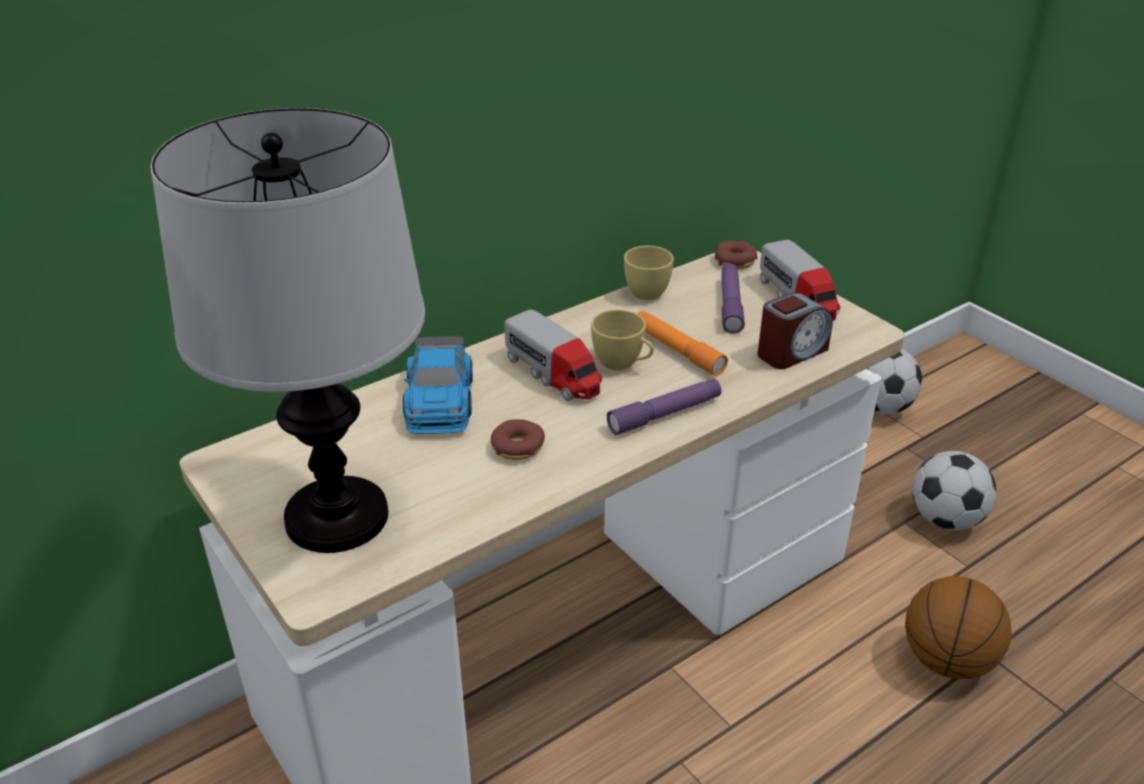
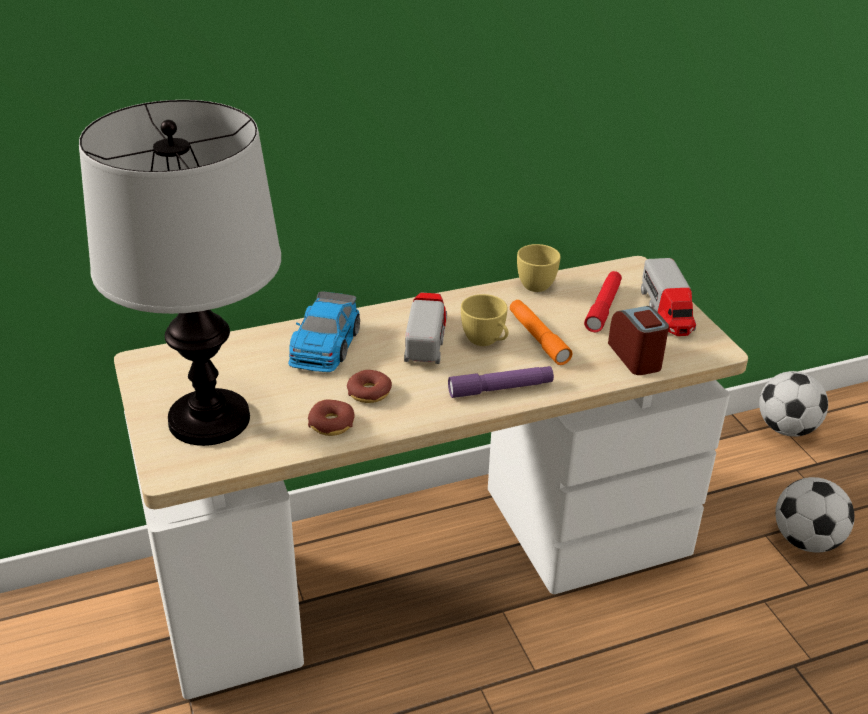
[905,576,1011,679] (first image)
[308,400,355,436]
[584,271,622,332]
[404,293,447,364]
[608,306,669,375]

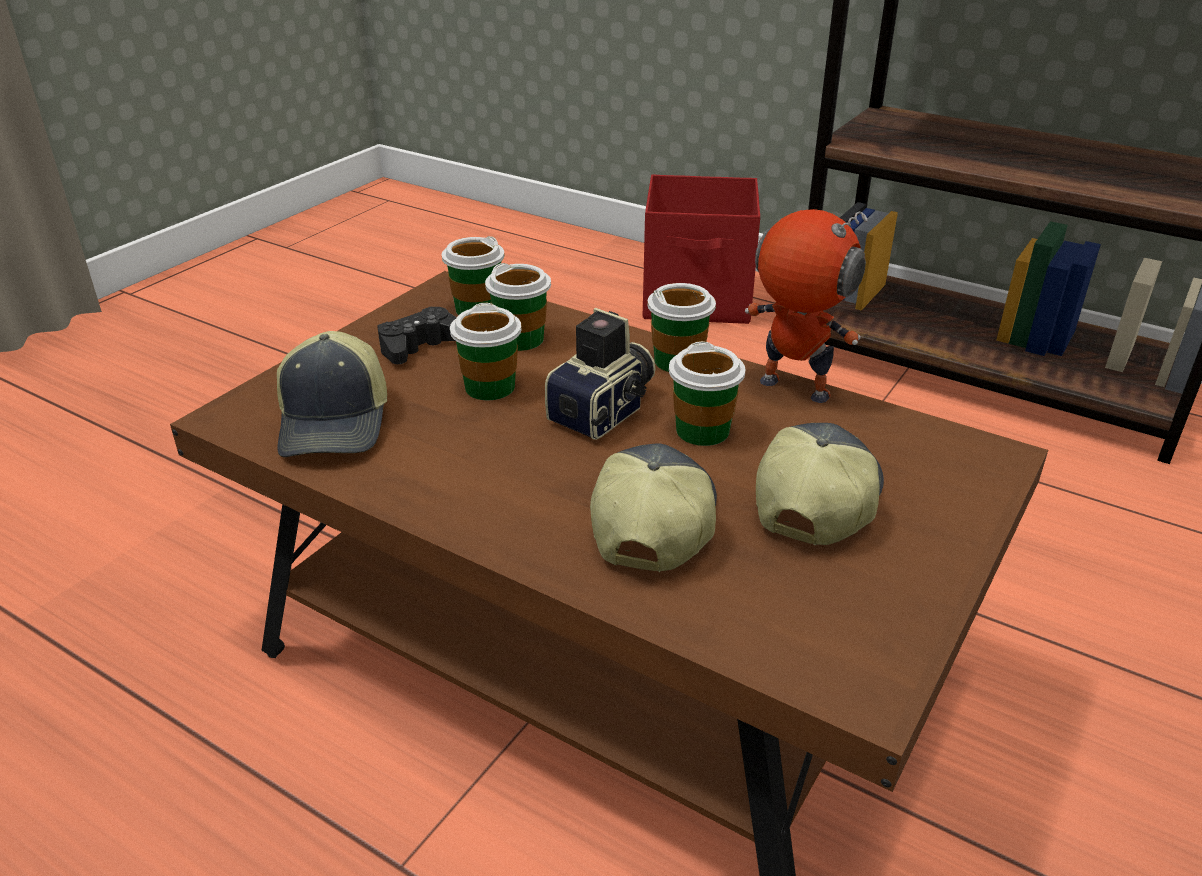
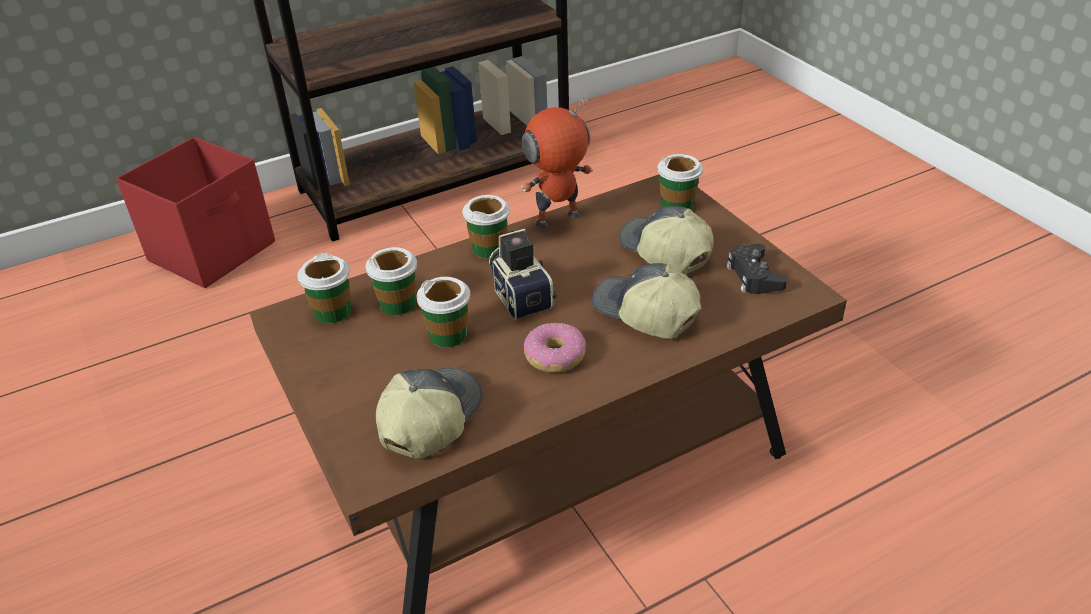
[524,323,586,373]
[726,244,787,294]
[657,154,703,210]
[376,367,483,459]

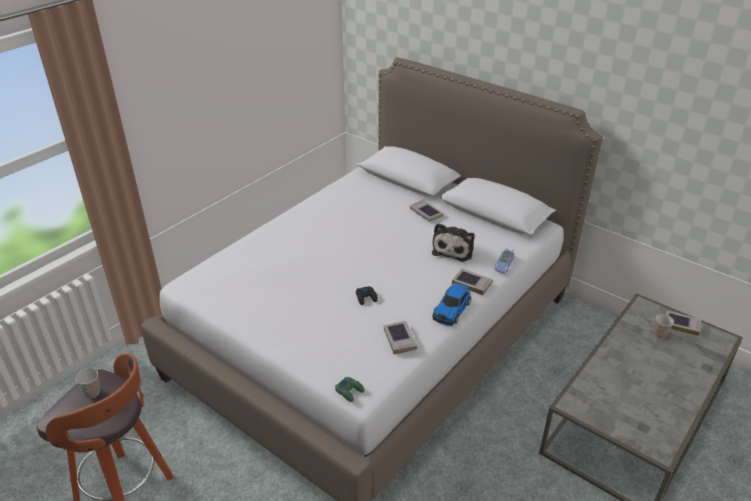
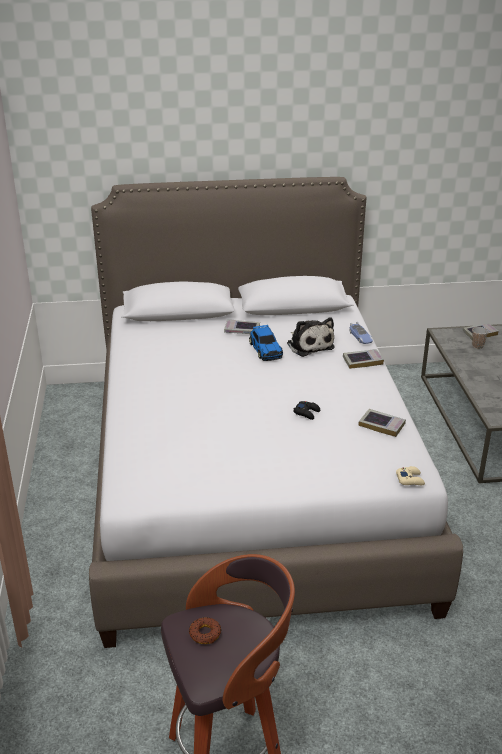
[249,325,283,361]
[189,617,221,644]
[396,466,425,485]

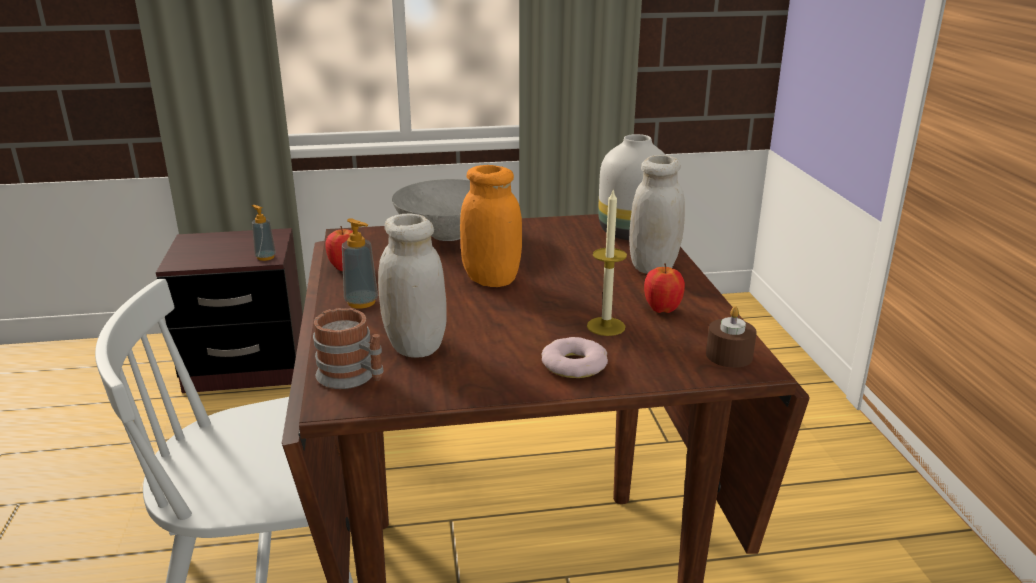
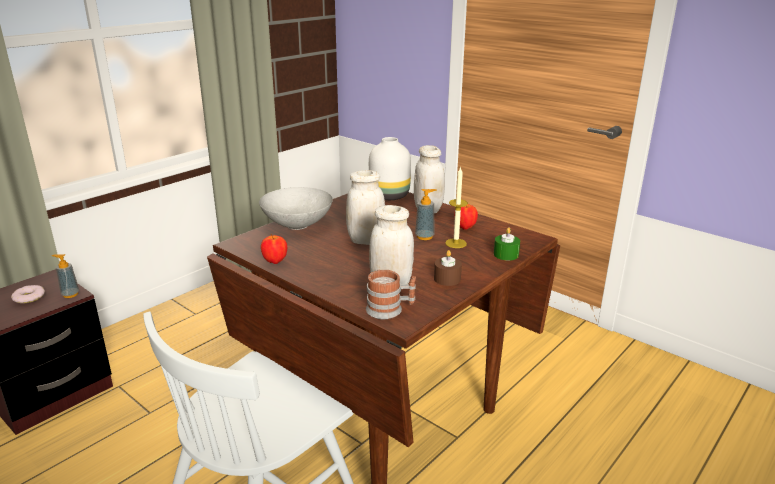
[494,227,520,261]
[415,189,437,240]
[11,285,45,303]
[434,250,462,286]
[346,170,385,245]

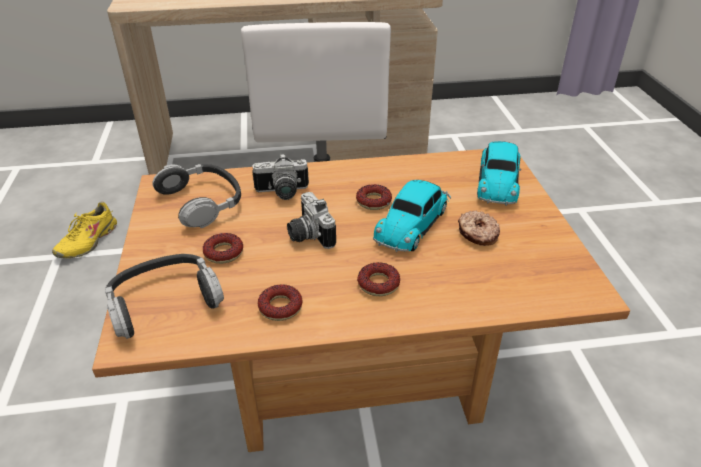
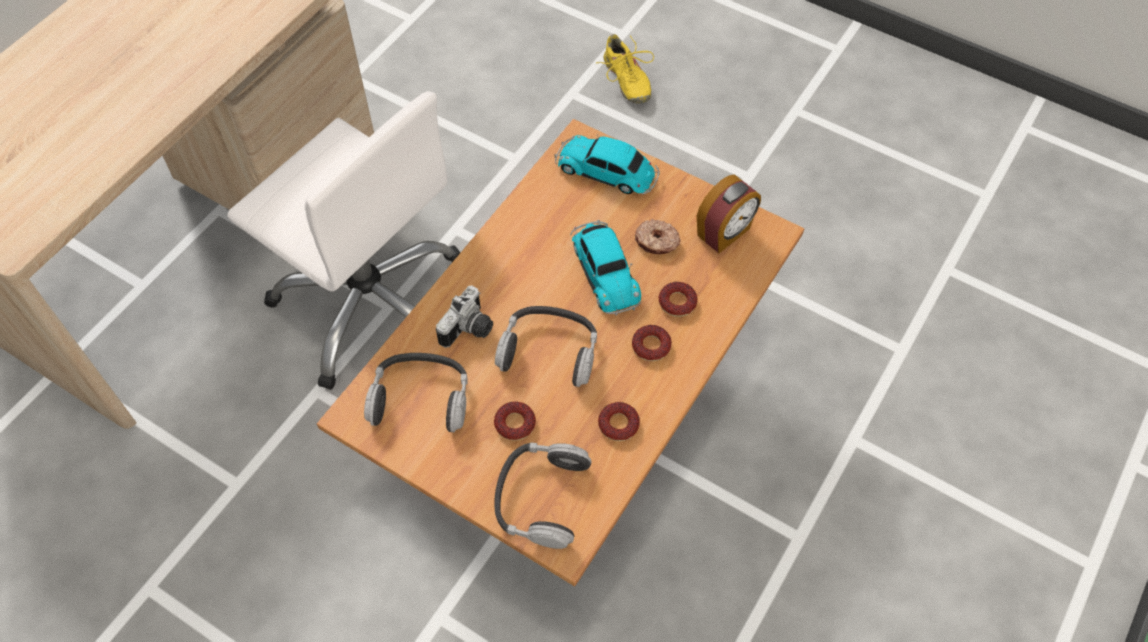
[697,174,761,253]
[596,34,654,104]
[659,282,698,317]
[495,306,597,387]
[555,134,660,194]

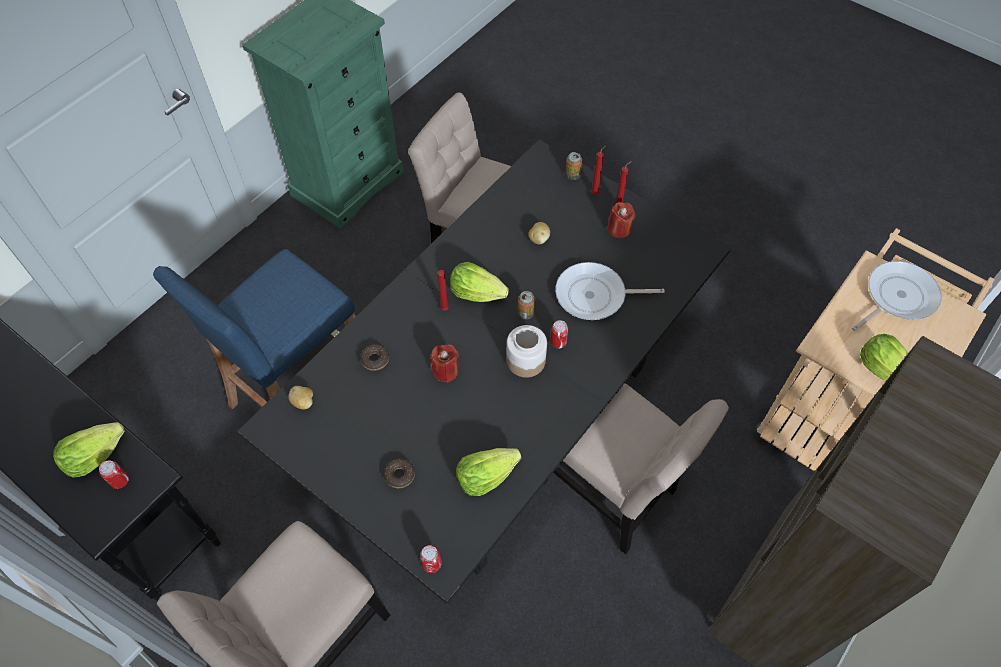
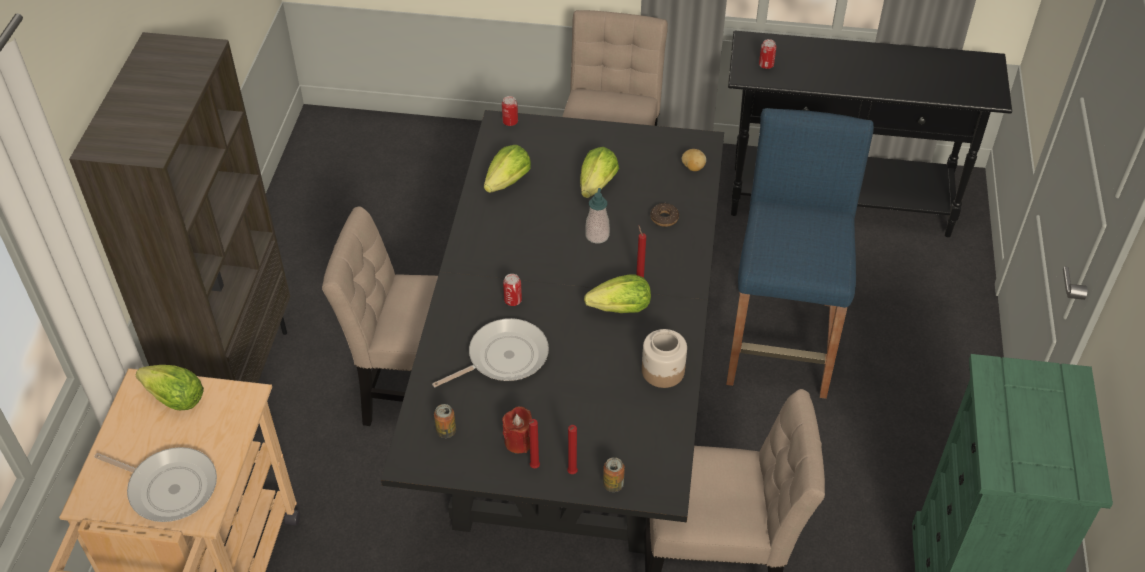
[384,458,415,488] (first image)
[528,222,550,244] (first image)
[580,147,619,198]
[642,329,687,388]
[434,404,456,438]
[585,188,610,243]
[94,447,217,522]

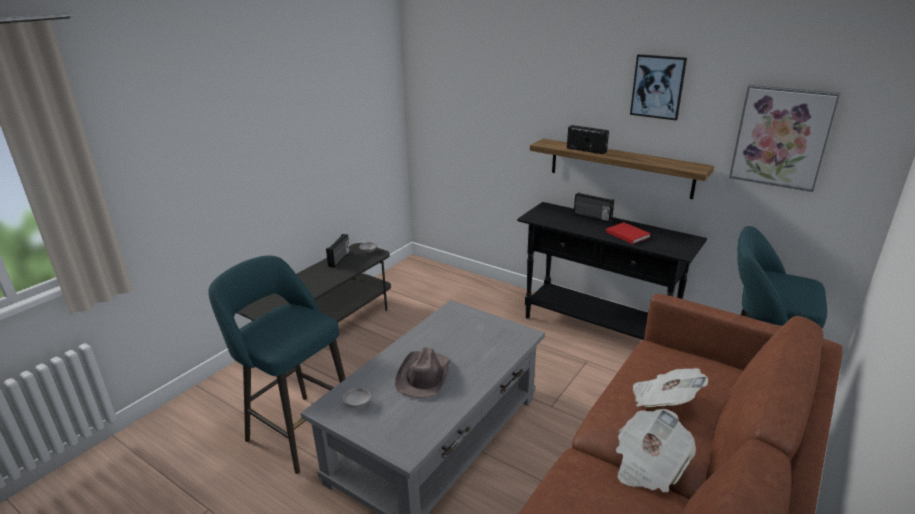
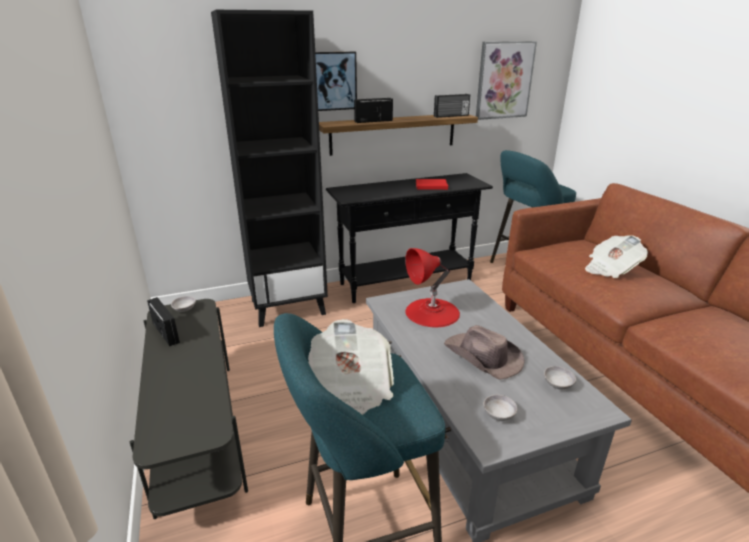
[211,10,328,327]
[405,248,460,327]
[544,366,576,390]
[434,94,470,118]
[308,319,394,415]
[315,52,357,111]

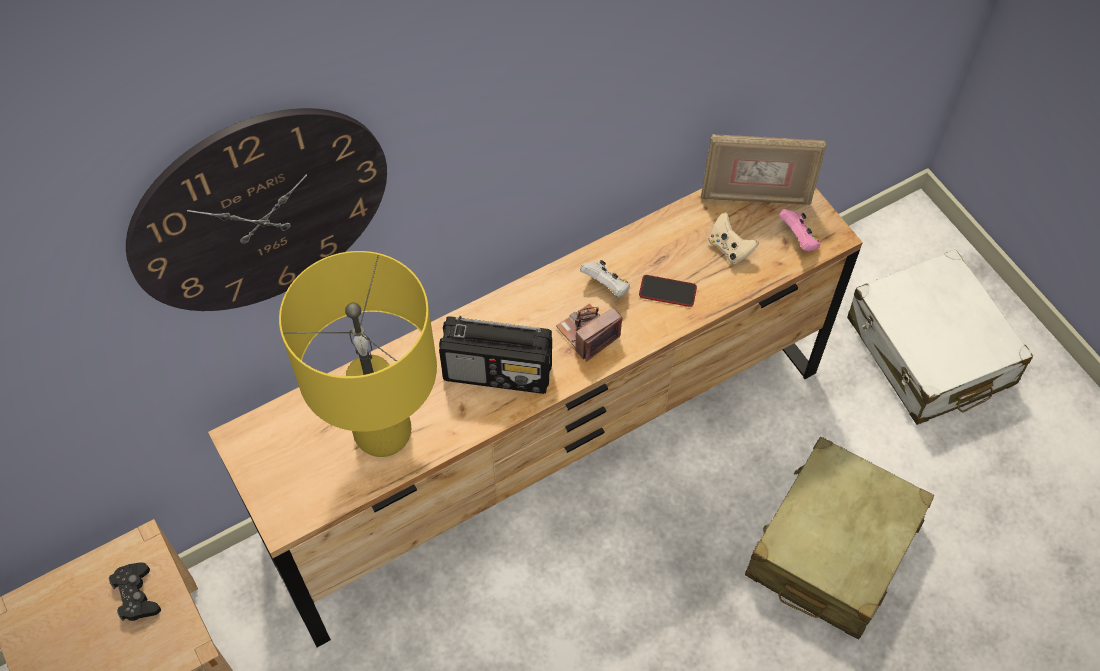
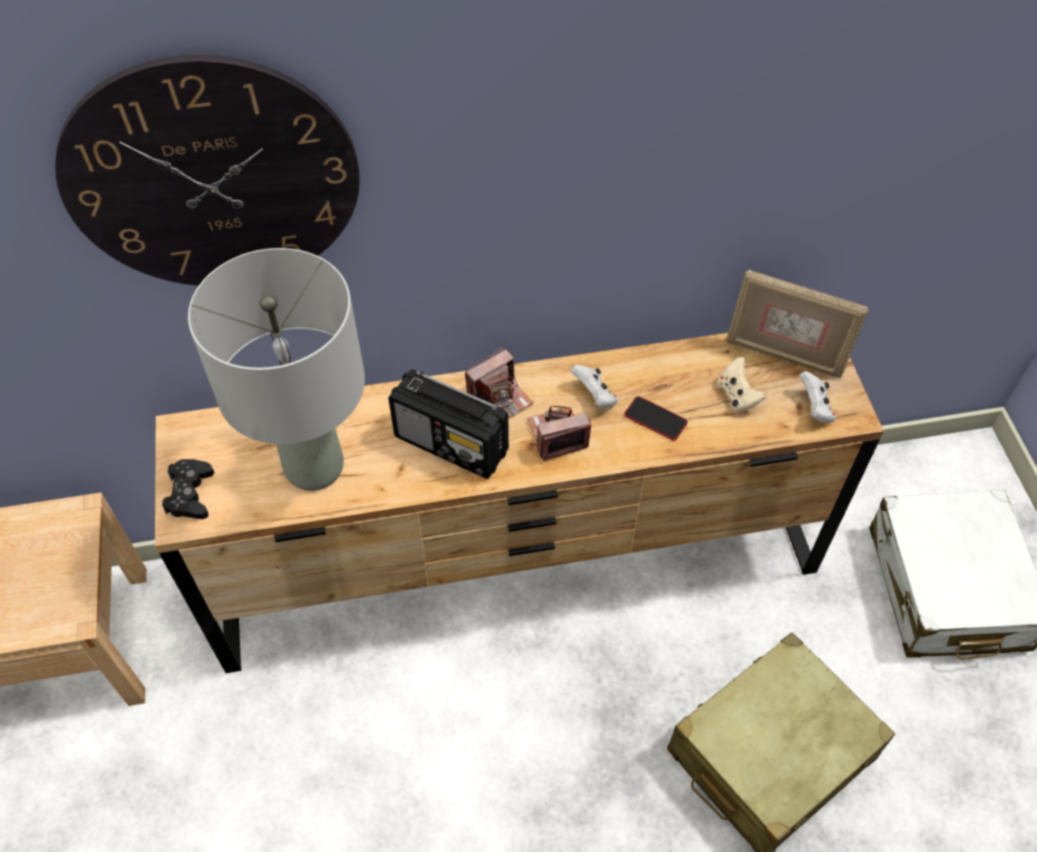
[465,347,534,419]
[162,459,214,519]
[188,248,365,491]
[799,371,836,423]

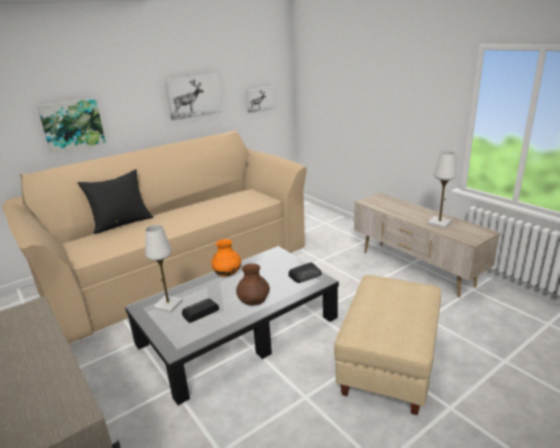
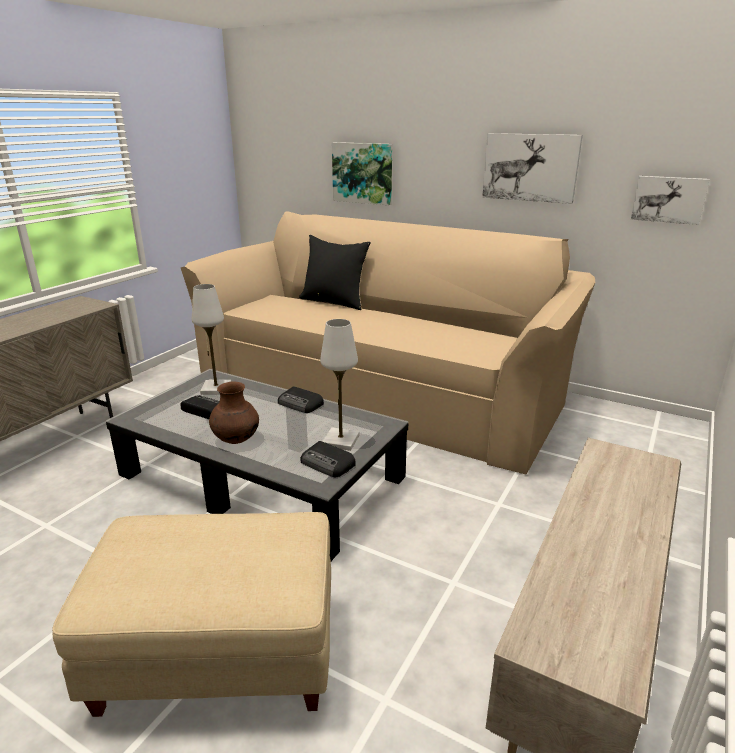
[320,319,359,451]
[278,387,324,413]

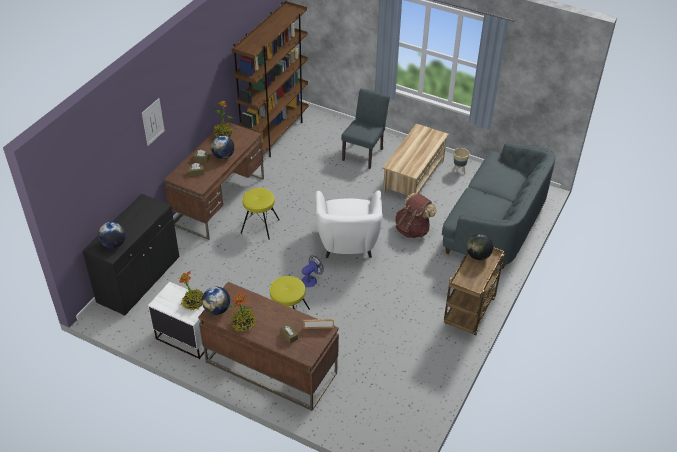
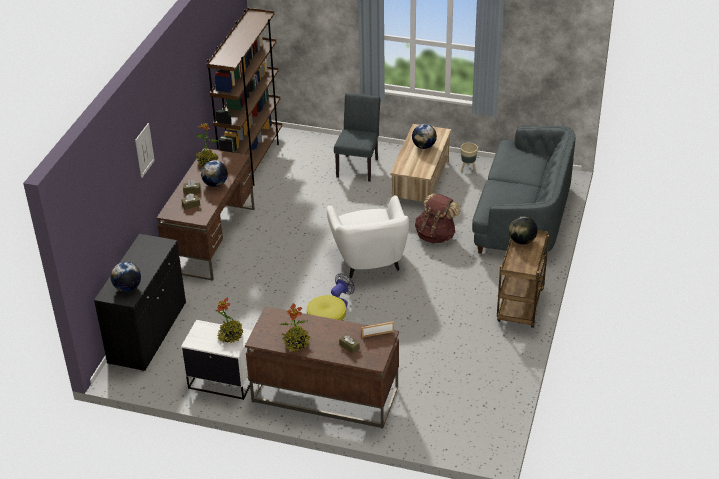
[241,188,280,240] (first image)
[412,124,437,149]

